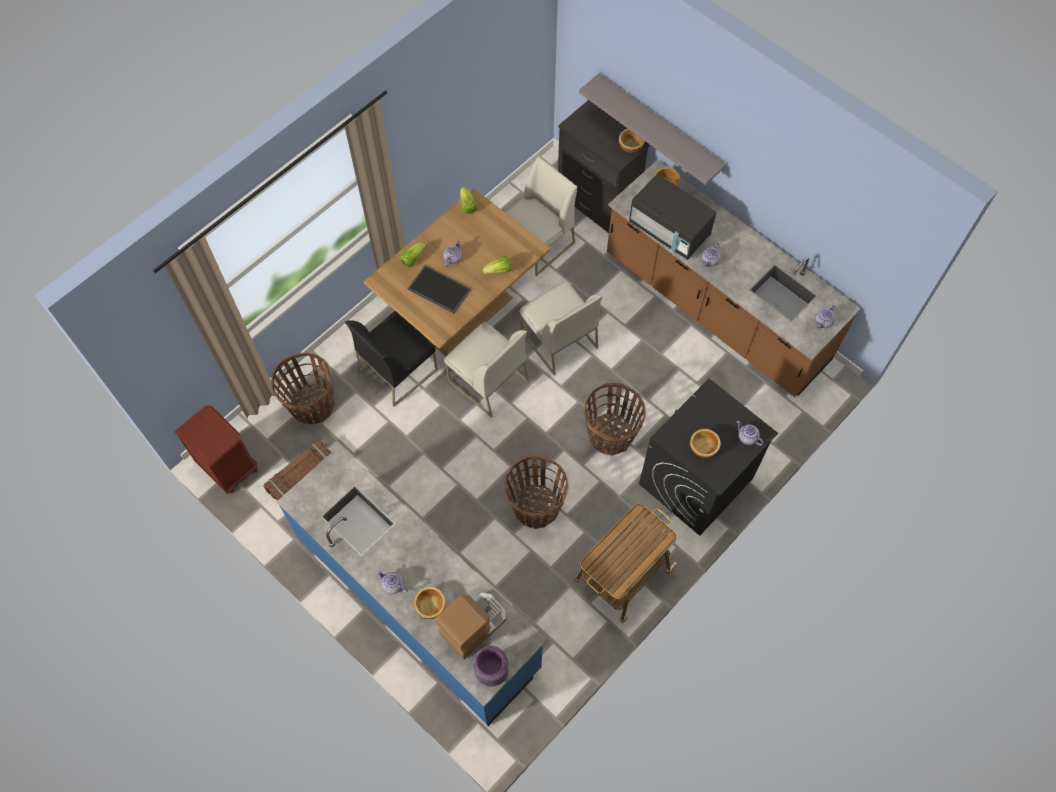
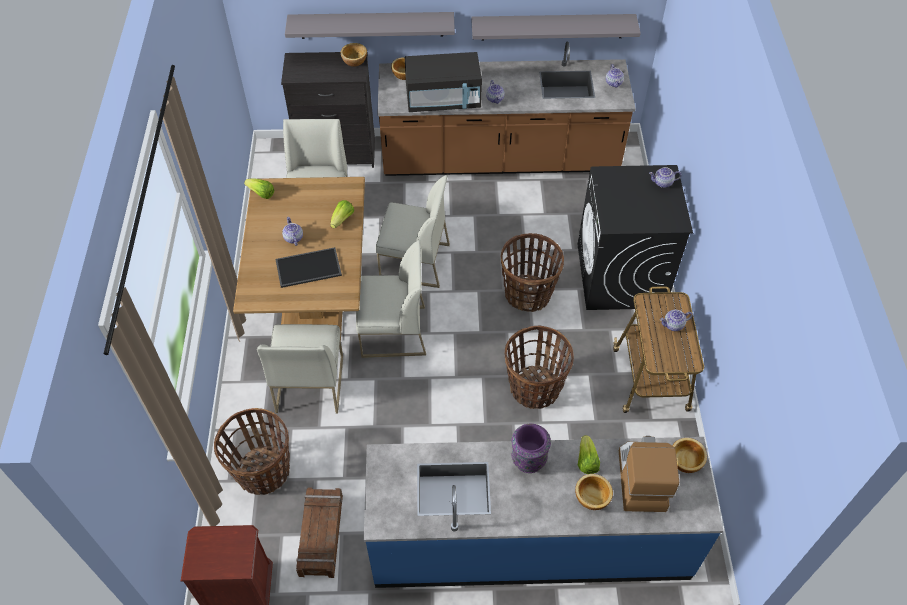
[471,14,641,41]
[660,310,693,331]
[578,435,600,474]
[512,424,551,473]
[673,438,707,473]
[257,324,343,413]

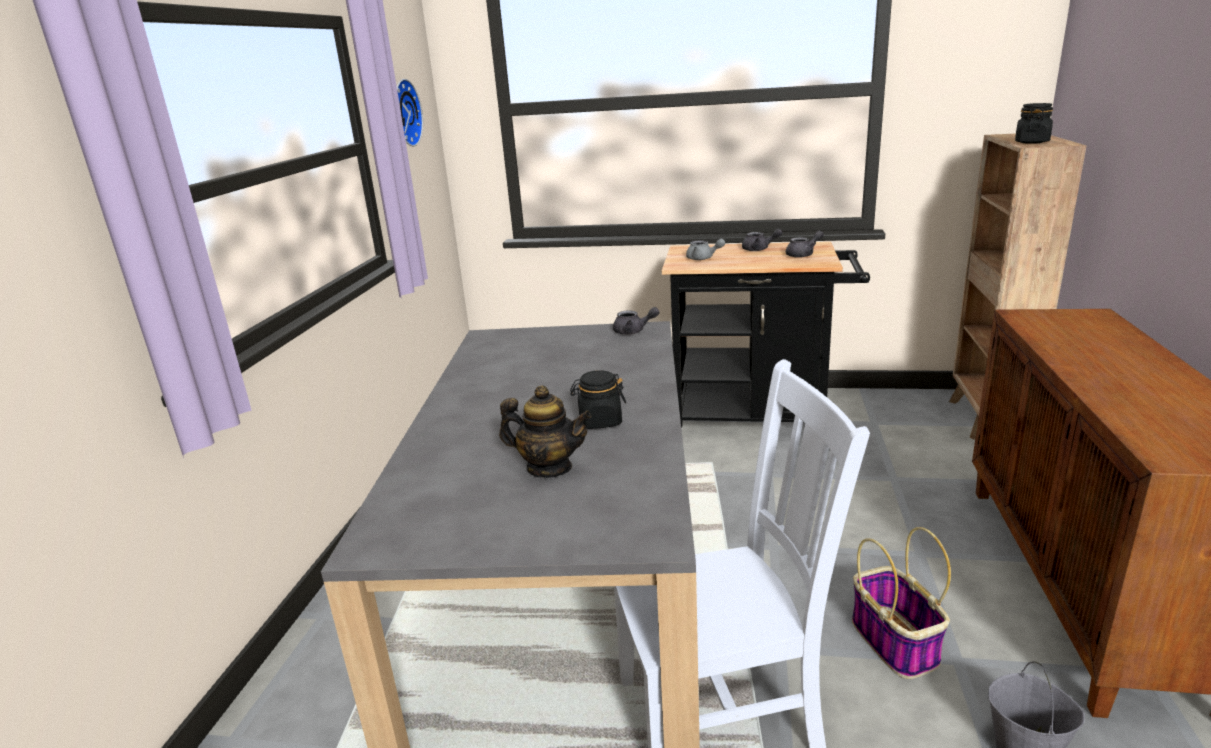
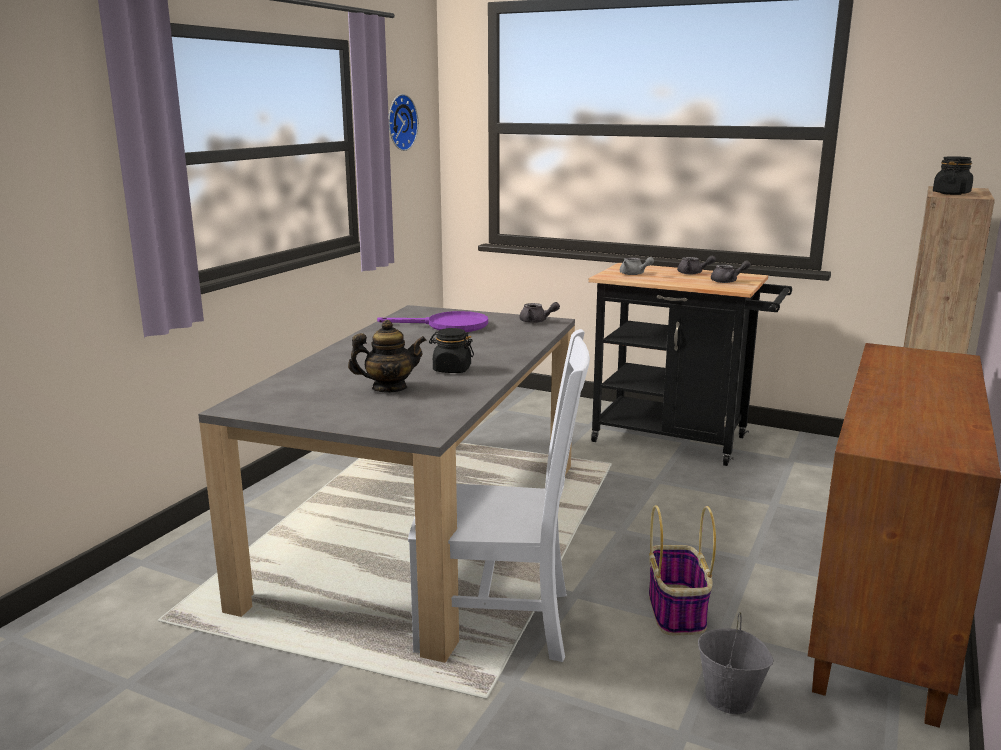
[377,311,488,332]
[348,320,426,393]

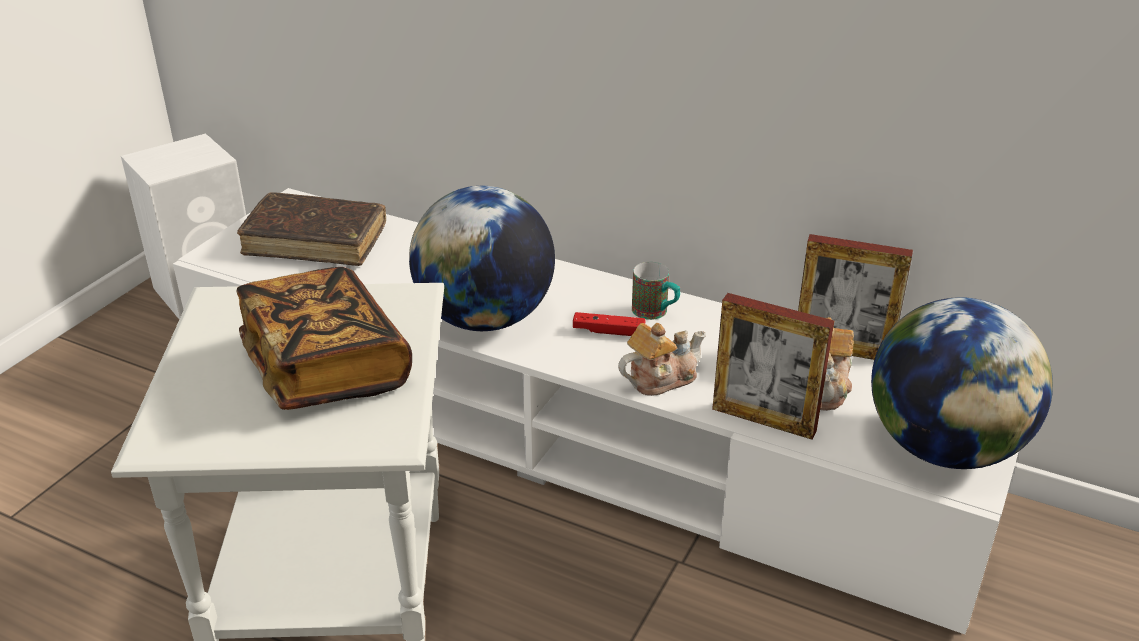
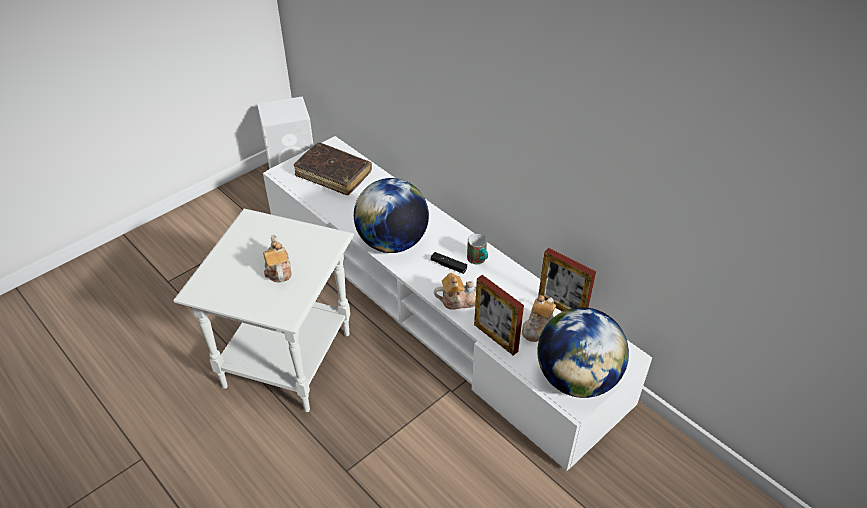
[263,235,292,282]
[431,252,467,274]

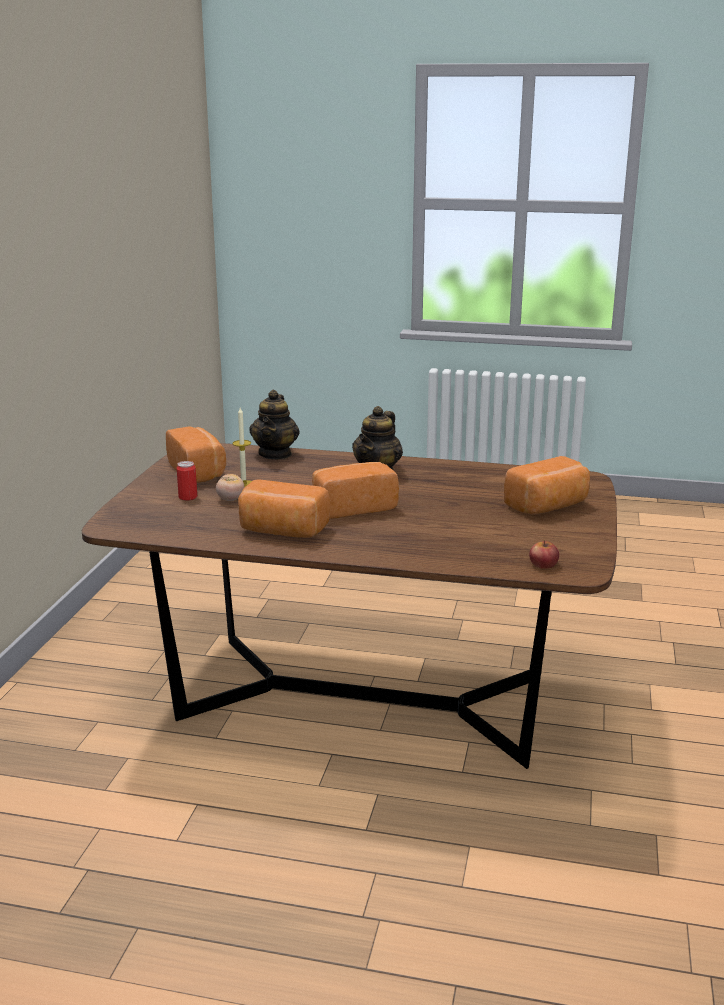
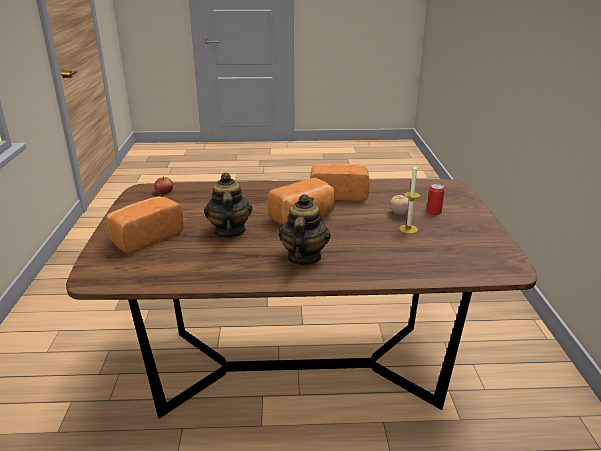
[166,426,226,483] (first image)
[204,172,253,238]

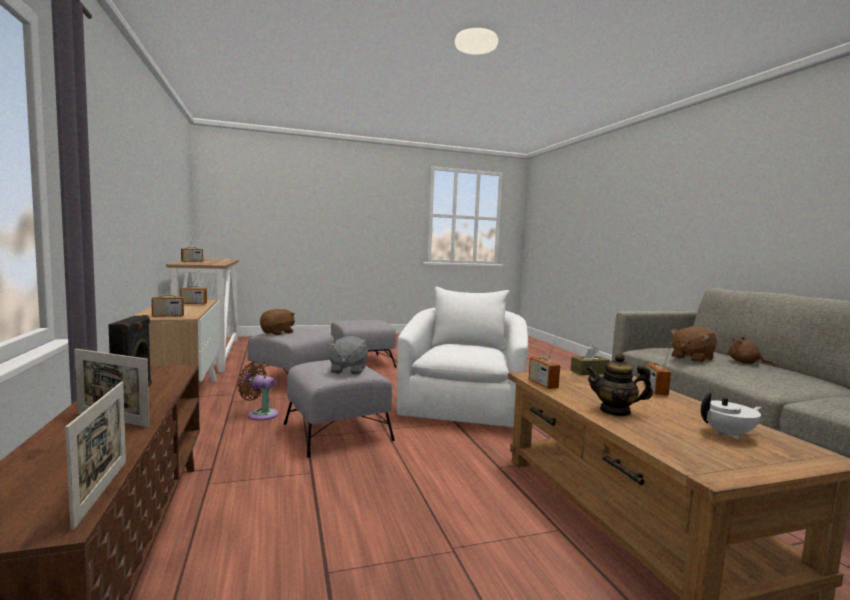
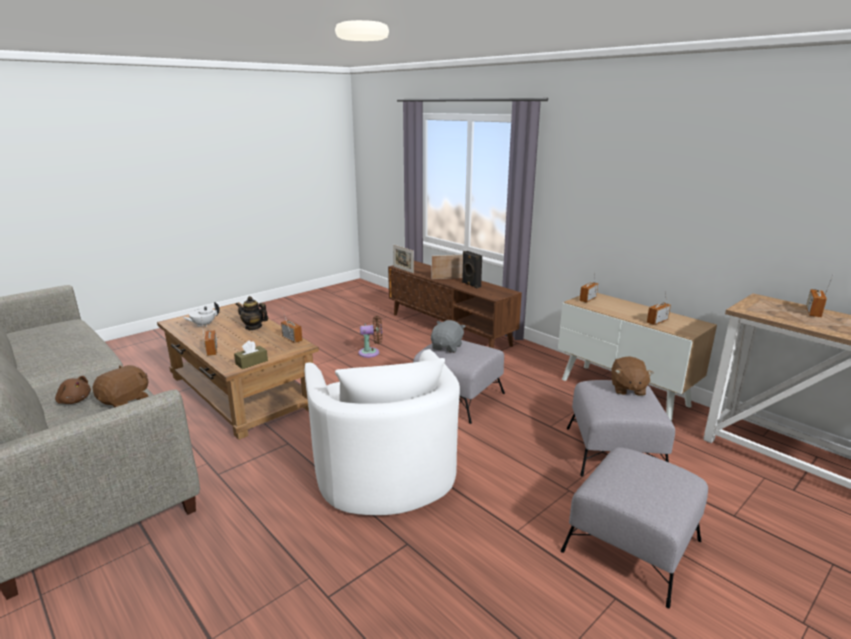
[358,316,382,358]
[431,320,465,353]
[236,296,268,330]

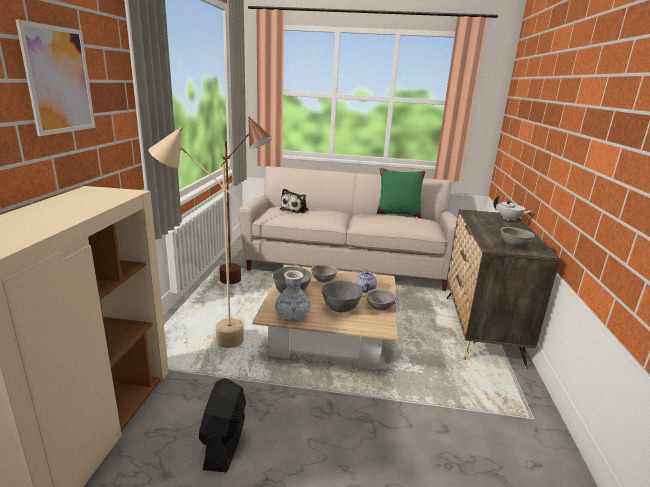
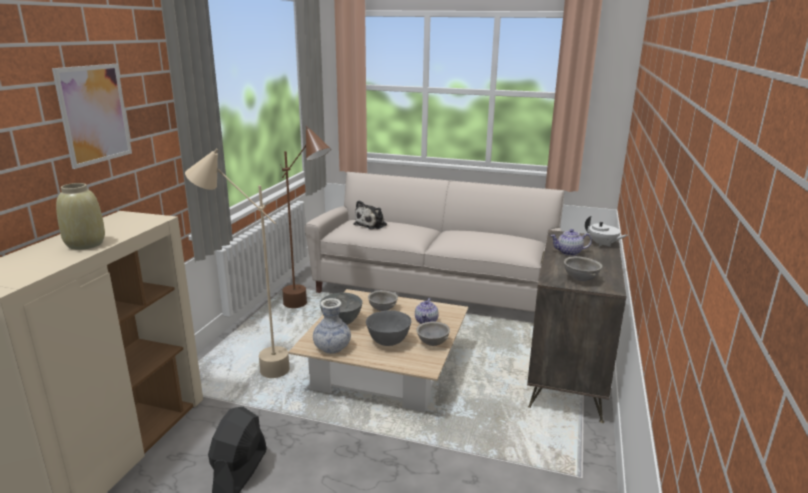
[377,168,425,218] (first image)
[56,183,105,250]
[550,229,592,256]

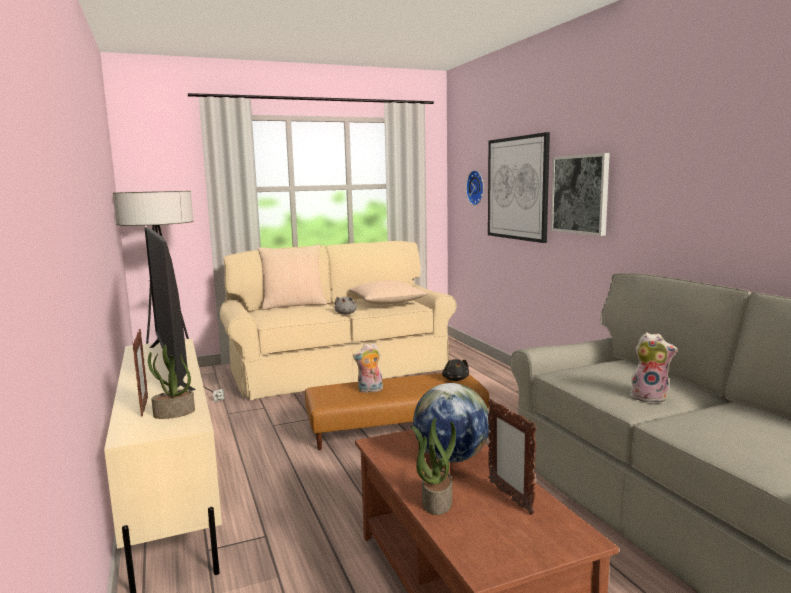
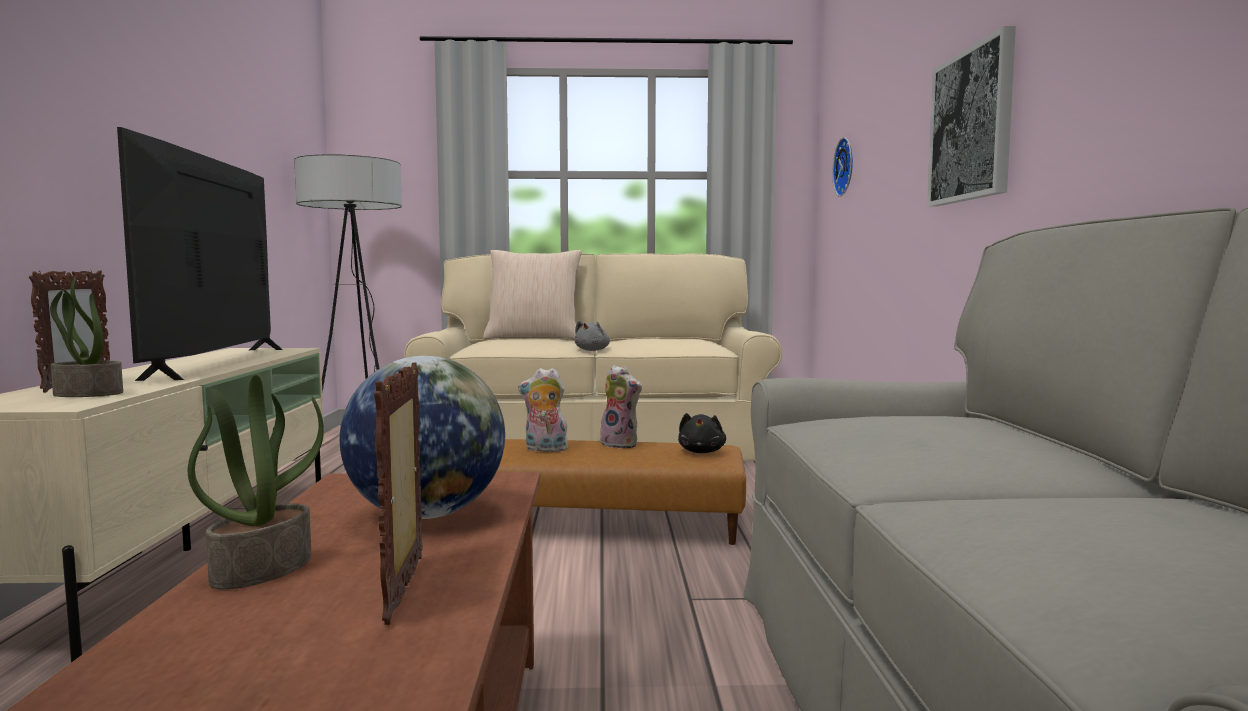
[349,280,427,305] (first image)
[488,132,550,243] (first image)
[600,365,642,449]

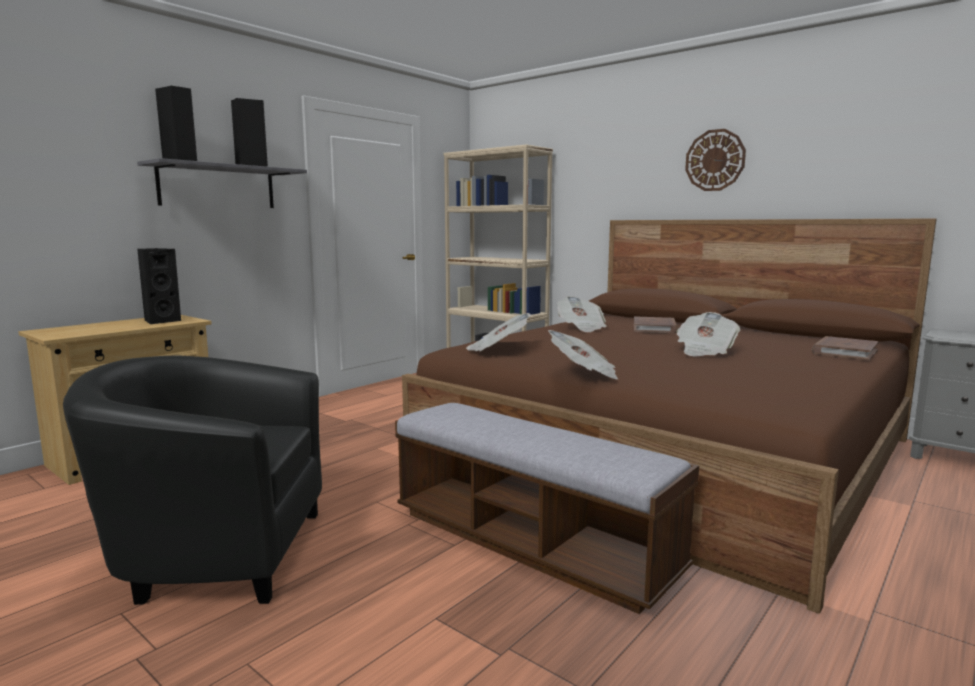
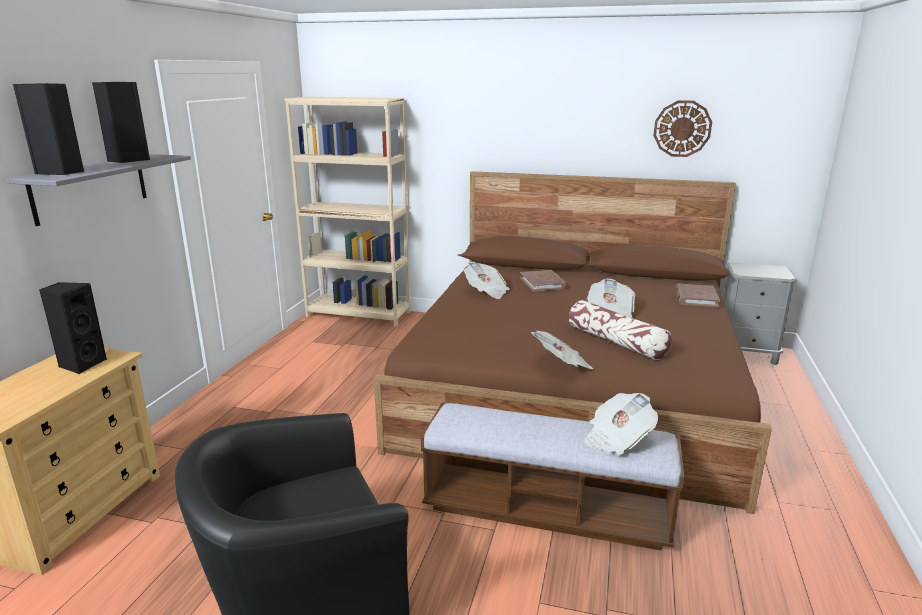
[569,300,672,360]
[584,393,658,455]
[653,100,712,157]

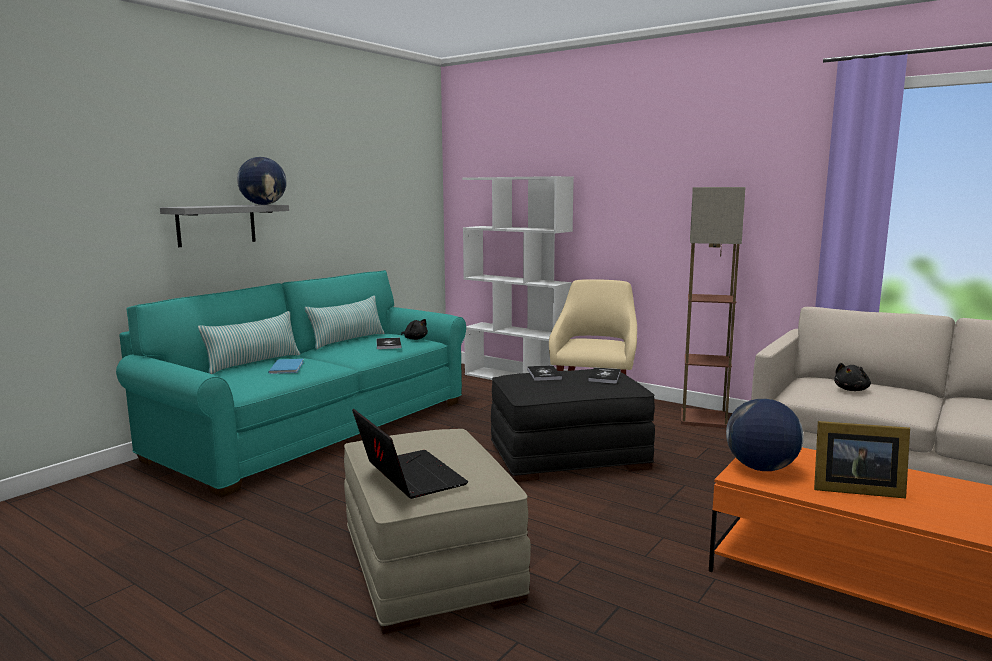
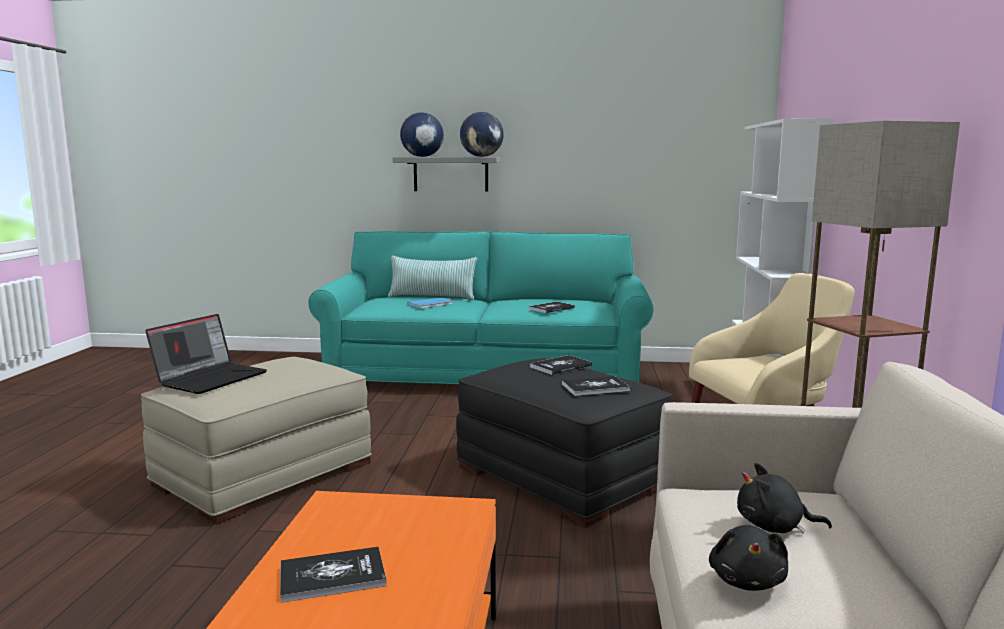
[304,296,385,349] (first image)
[709,525,788,591]
[400,112,444,157]
[280,547,387,603]

